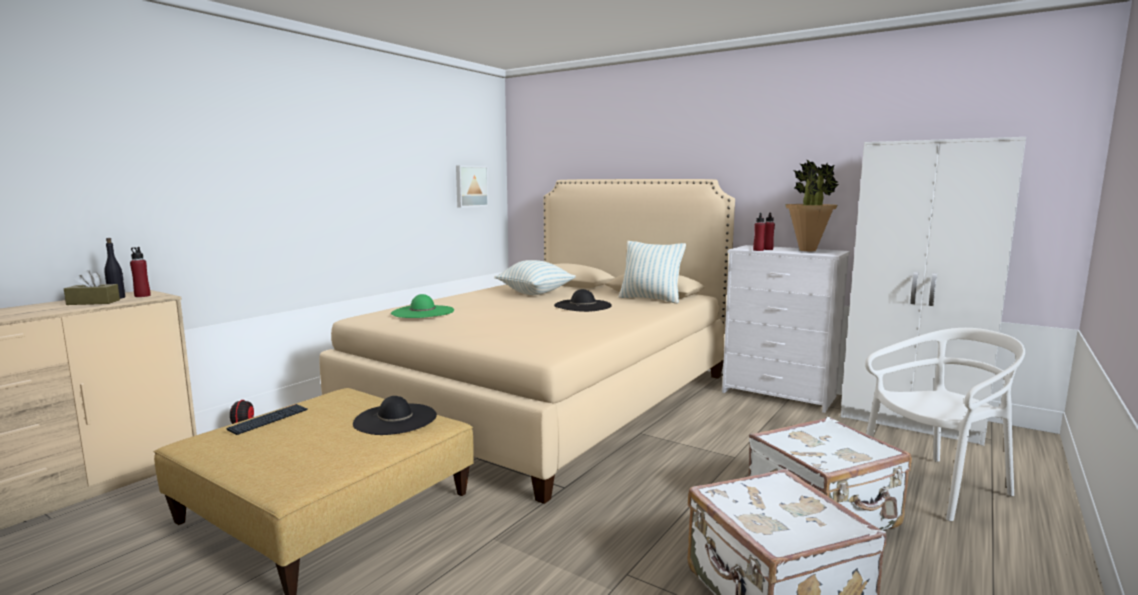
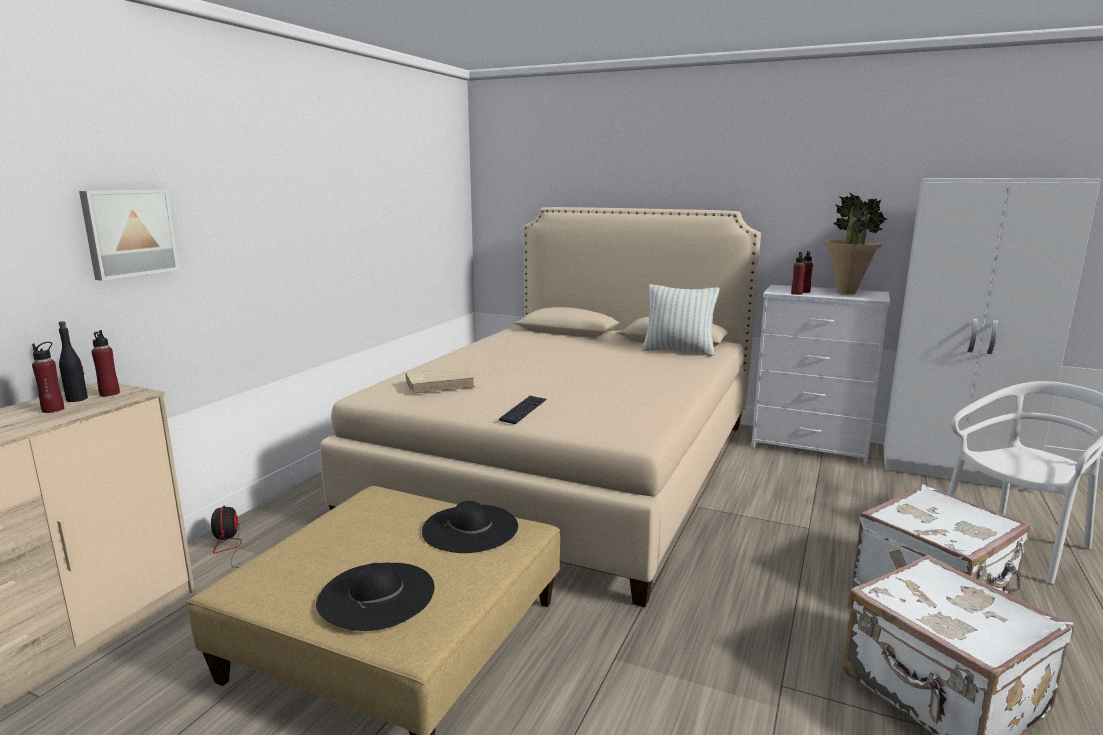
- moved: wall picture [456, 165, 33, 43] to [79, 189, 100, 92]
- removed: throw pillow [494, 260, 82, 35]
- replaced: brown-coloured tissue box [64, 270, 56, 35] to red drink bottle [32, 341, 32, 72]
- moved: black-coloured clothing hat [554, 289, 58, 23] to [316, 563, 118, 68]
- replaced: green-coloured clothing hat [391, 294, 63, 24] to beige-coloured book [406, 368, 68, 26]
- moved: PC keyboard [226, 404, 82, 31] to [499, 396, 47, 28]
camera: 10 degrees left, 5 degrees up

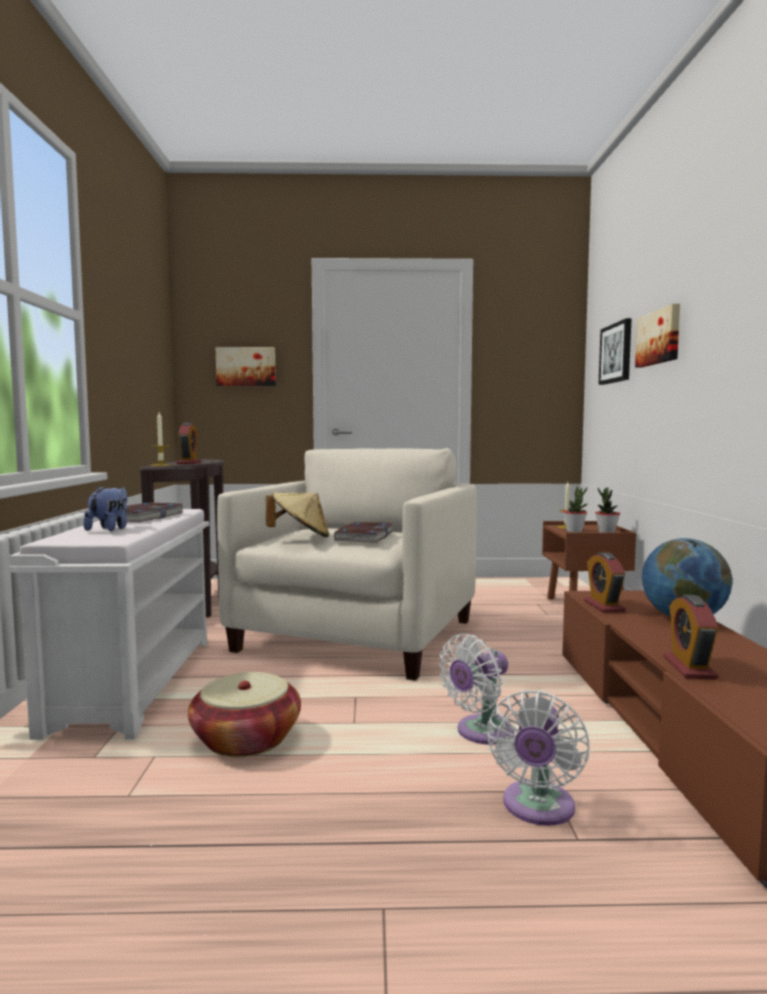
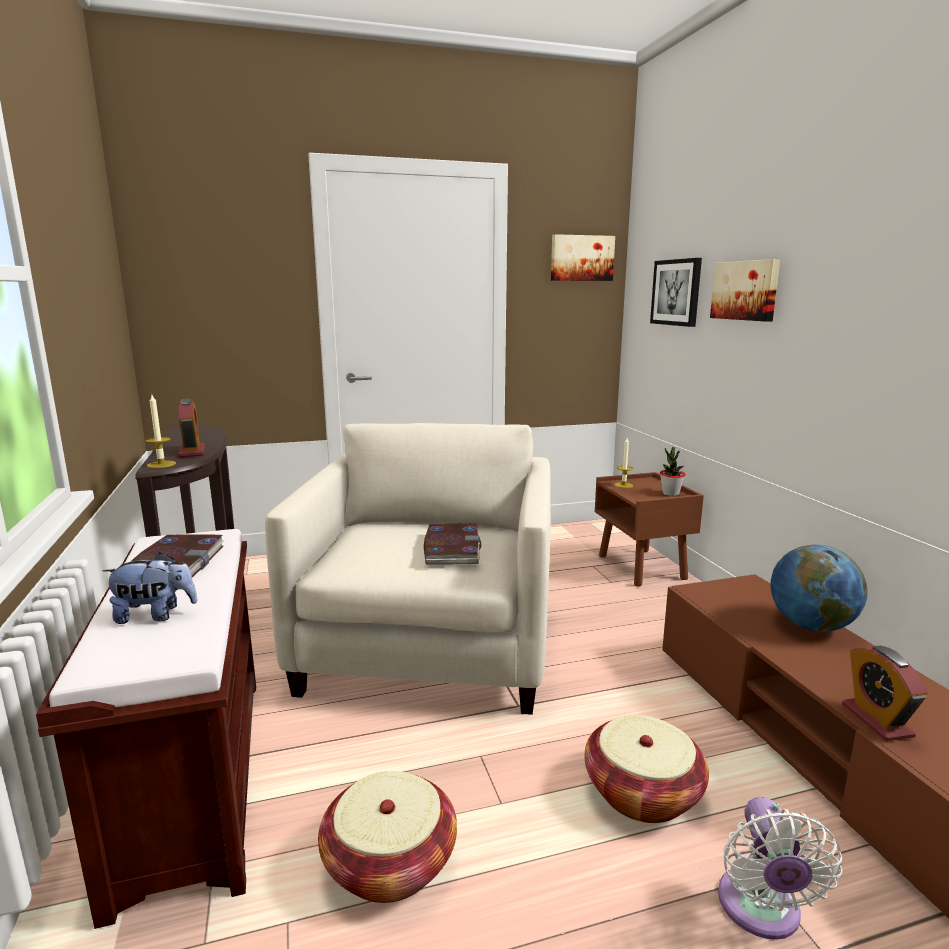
- moved: wall picture [216, 347, 60, 39] to [551, 234, 64, 47]
- turned: plush toy [83, 486, 45, 45] = [102, 553, 96, 71] 90 degrees clockwise
- removed: houseplant [563, 487, 25, 45]
- removed: beige-coloured clothing hat [266, 492, 63, 45]
- recoloured: white-coloured long seat [9, 509, 200, 231] to brown-coloured long seat [36, 529, 220, 400]
- removed: alarm clock [584, 552, 41, 61]
- replaced: white-coloured cooling fan [438, 634, 76, 111] to household basket [584, 715, 125, 108]
camera: 15 degrees left, 10 degrees up

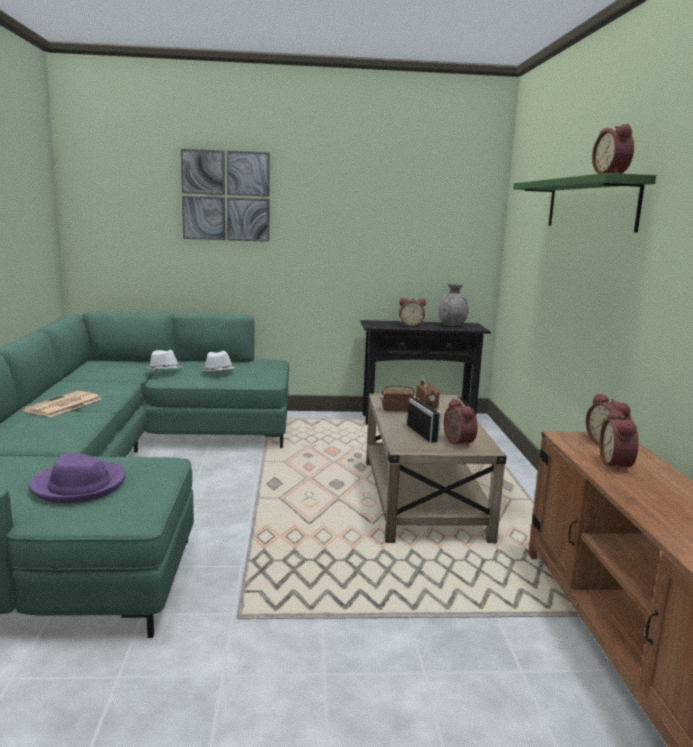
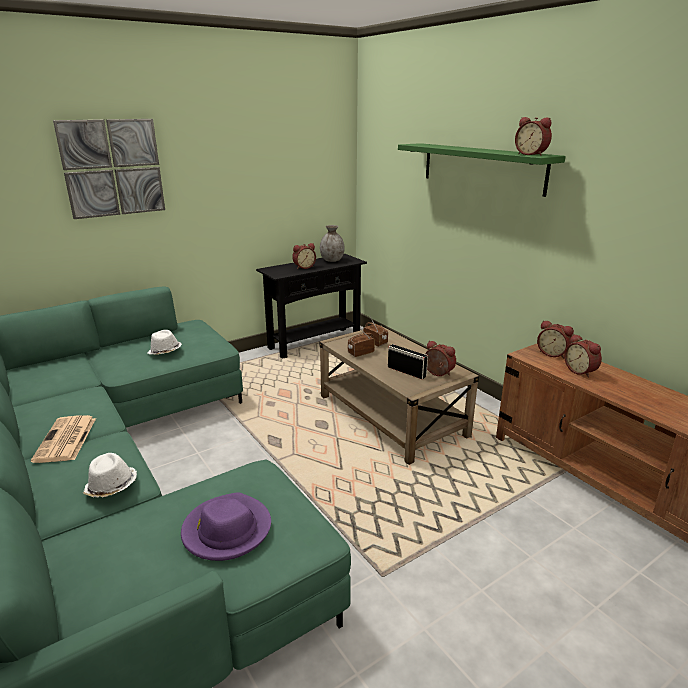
- moved: white-coloured clothing hat [146, 350, 35, 19] to [83, 453, 54, 44]
camera: 30 degrees left, 10 degrees up

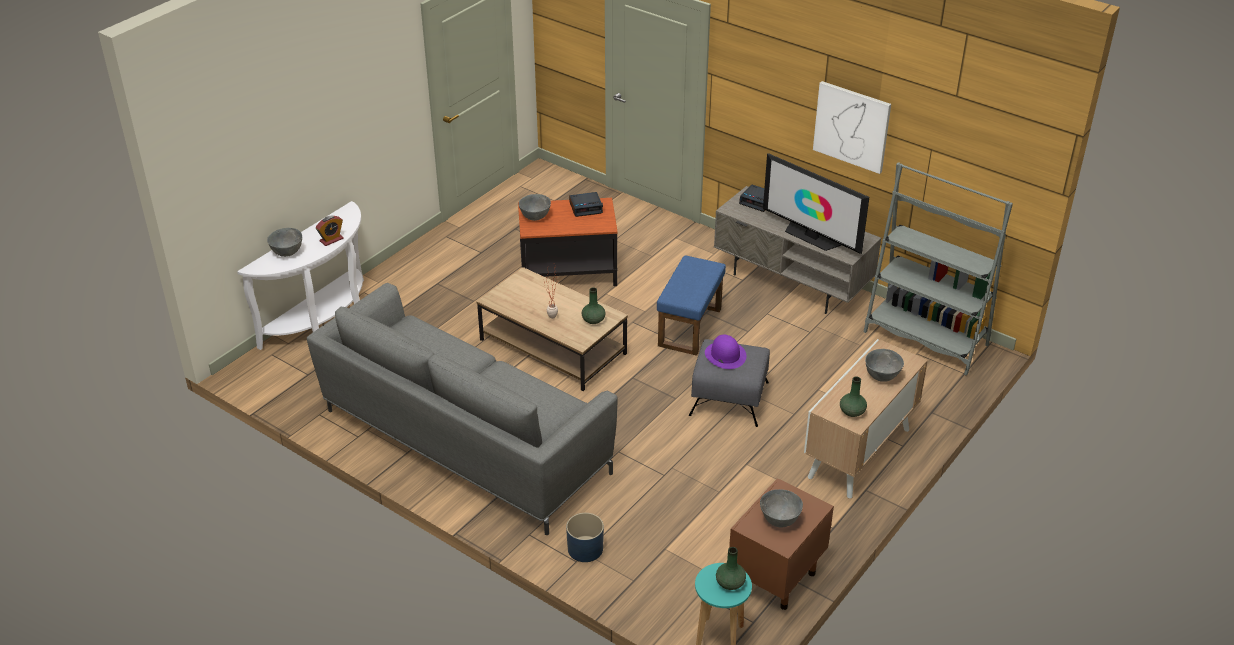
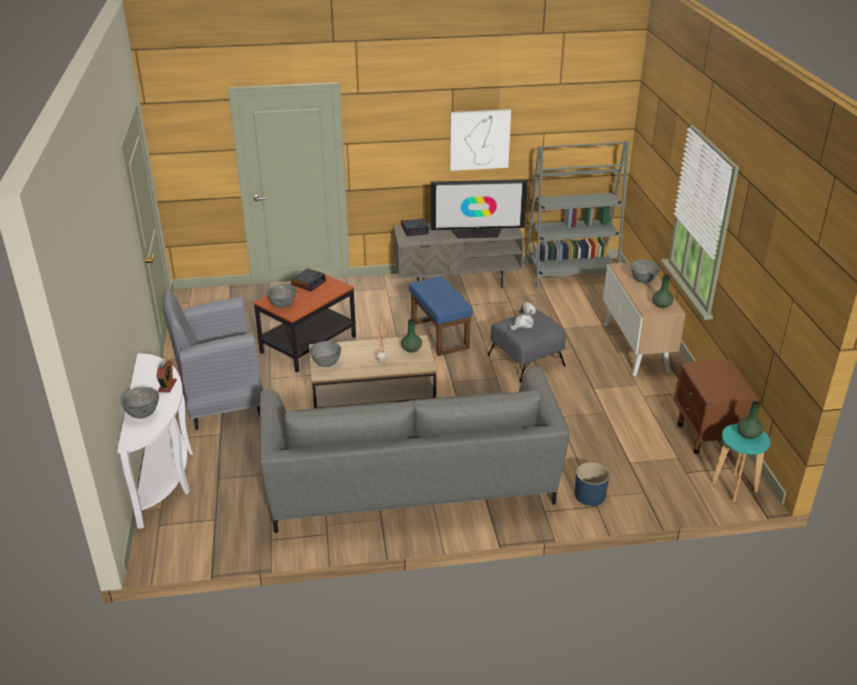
- replaced: purple-coloured clothing hat [705, 335, 41, 34] to plush toy [510, 302, 26, 28]
- moved: gray serving bowl [760, 489, 43, 39] to [310, 341, 31, 26]
- added: gray easy chair [163, 291, 100, 139]
camera: 45 degrees left, 5 degrees down

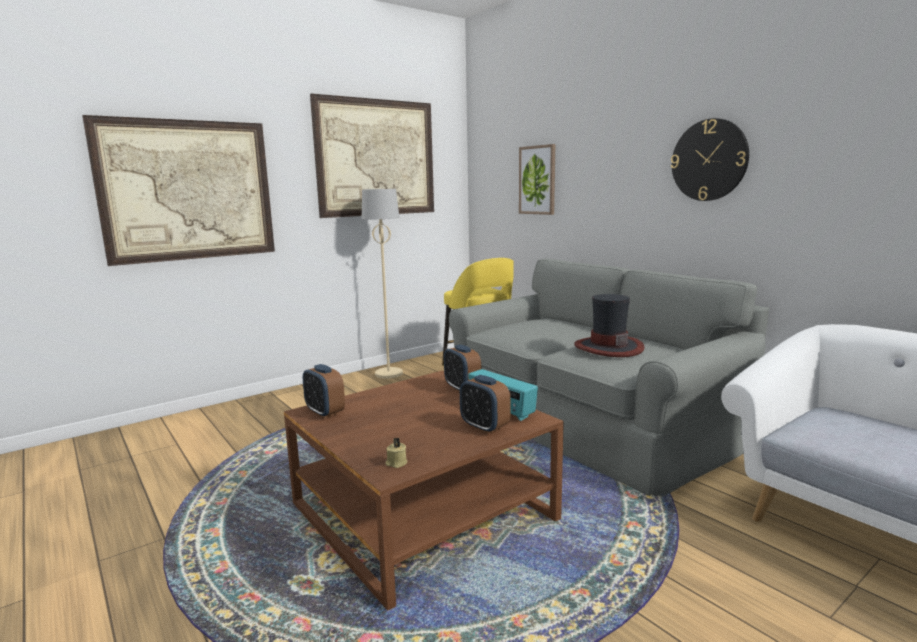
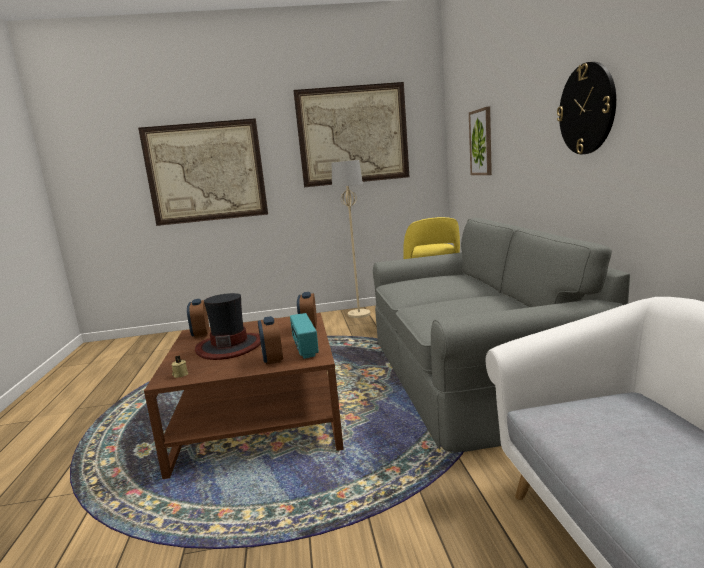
- moved: clothing hat [574, 294, 71, 63] to [195, 293, 66, 67]
camera: 30 degrees right, 0 degrees up

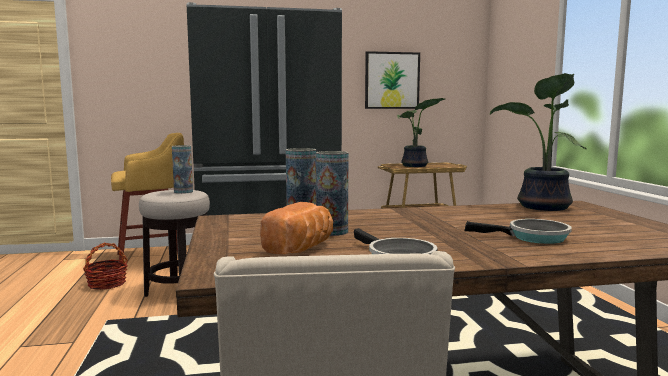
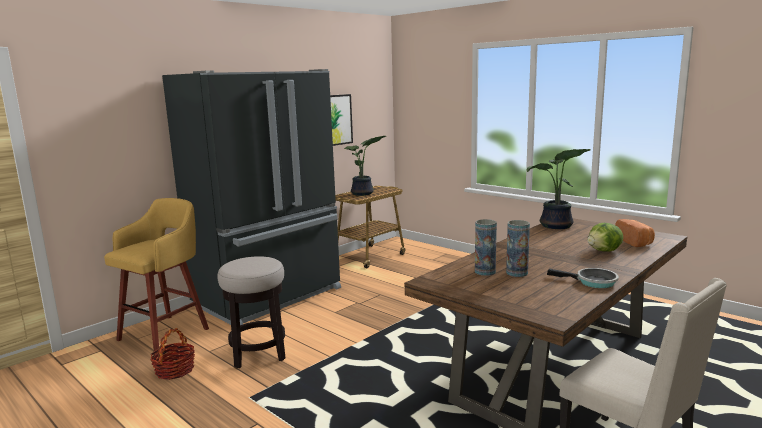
- removed: flower vase [172, 145, 21, 49]
- moved: bread [260, 202, 73, 52] to [615, 219, 40, 28]
- replaced: frying pan [464, 219, 108, 25] to head of lettuce [587, 223, 36, 29]
camera: 35 degrees left, 5 degrees up

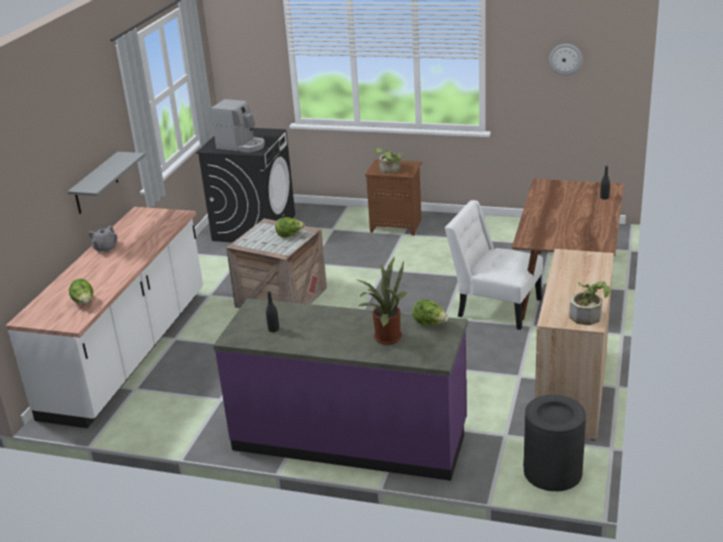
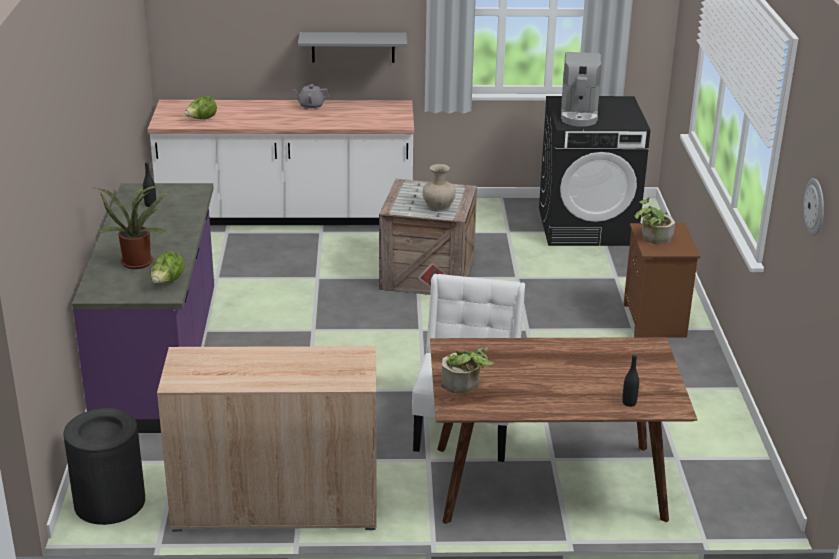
- replaced: head of lettuce [275, 217, 30, 21] to beige-coloured flower vase [423, 164, 33, 48]
- moved: houseplant [570, 281, 41, 44] to [441, 347, 53, 47]
camera: 70 degrees right, 0 degrees up

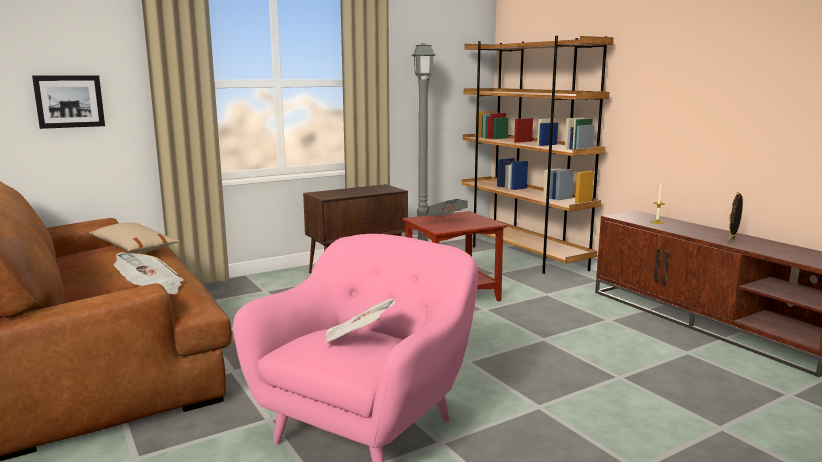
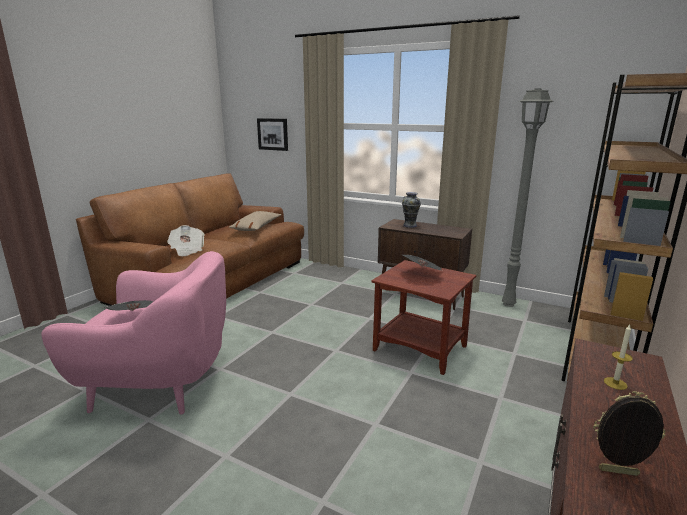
- added: flower vase [402, 192, 19, 36]
camera: 60 degrees right, 5 degrees up

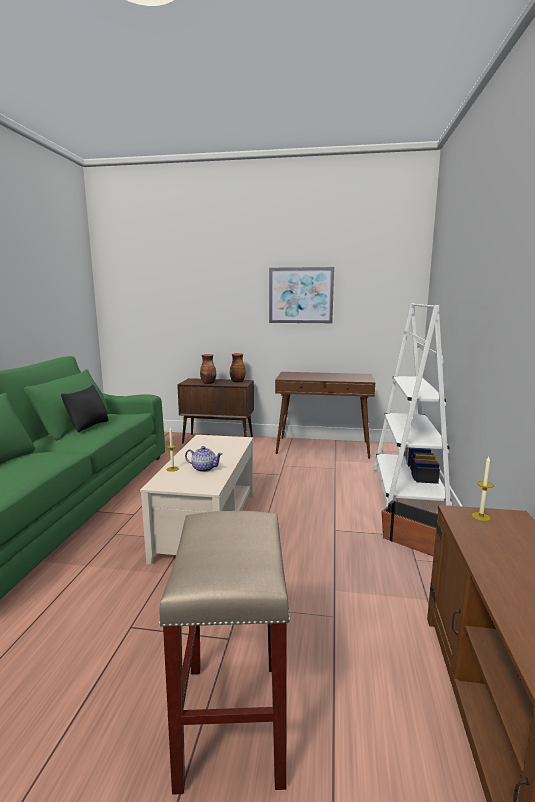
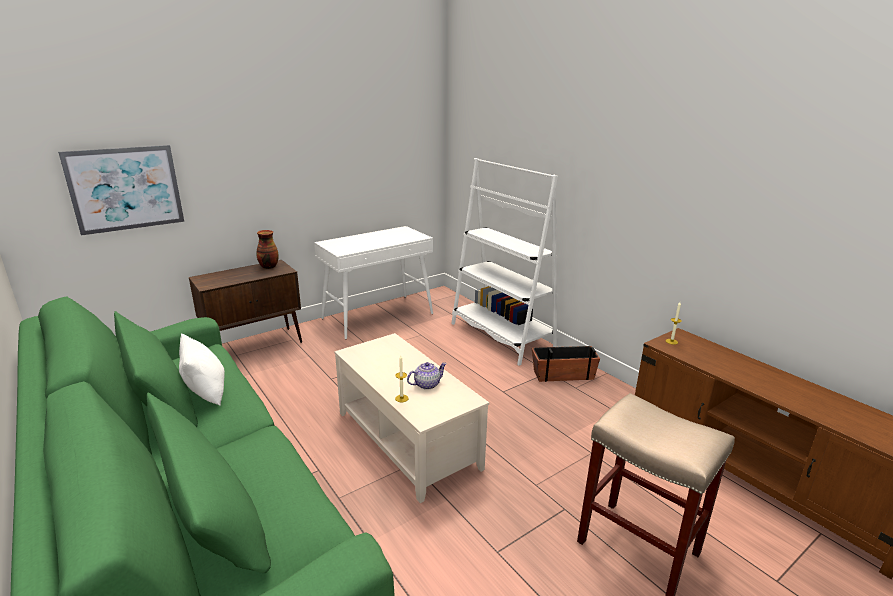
- moved: wall picture [269, 267, 65, 56] to [58, 145, 126, 91]
- removed: flower vase [200, 354, 16, 30]
- recoloured: brown-coloured console table [275, 372, 100, 87] to white-coloured console table [314, 226, 119, 113]
- recoloured: black-coloured throw pillow [61, 385, 48, 47] to white-coloured throw pillow [179, 333, 46, 73]
camera: 45 degrees left, 10 degrees up

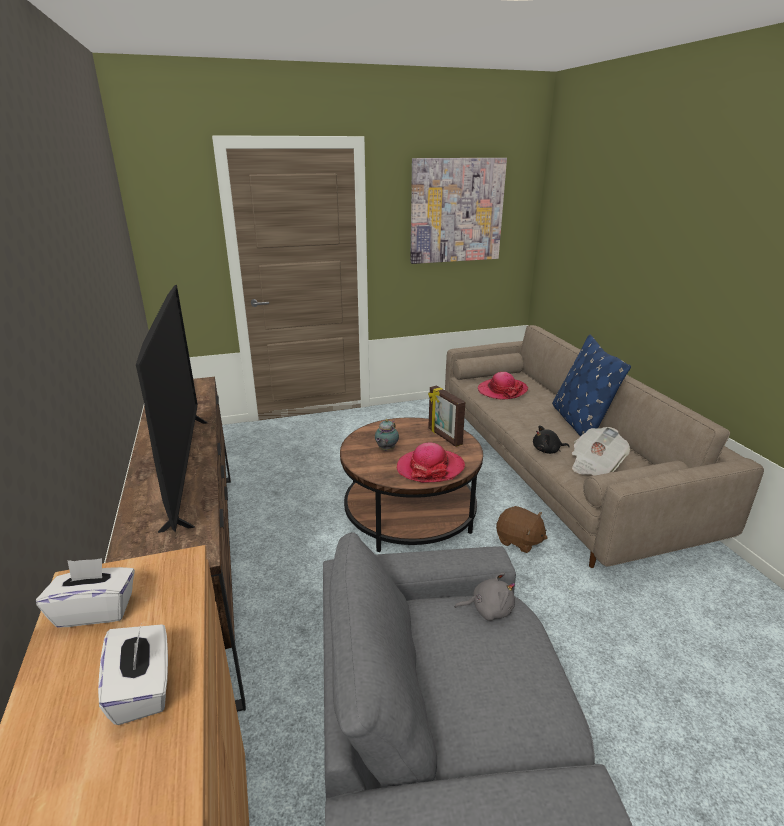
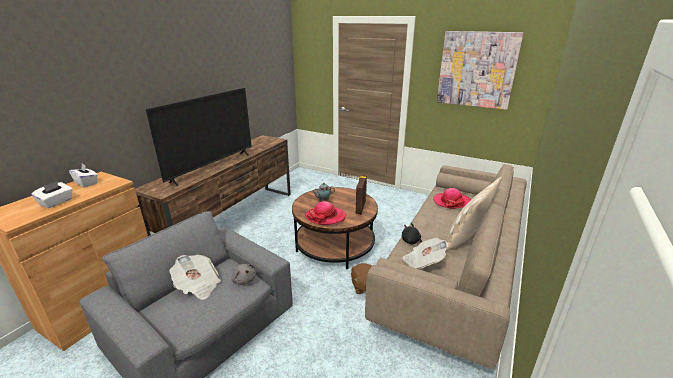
- recoloured: blue throw pillow [552, 335, 79, 101] to beige-coloured throw pillow [446, 177, 56, 74]
- added: newspaper [169, 255, 52, 45]
camera: 45 degrees right, 0 degrees up

